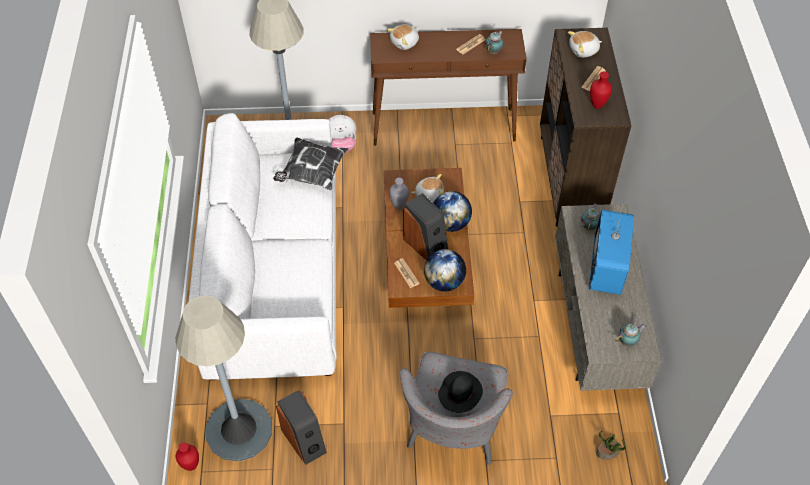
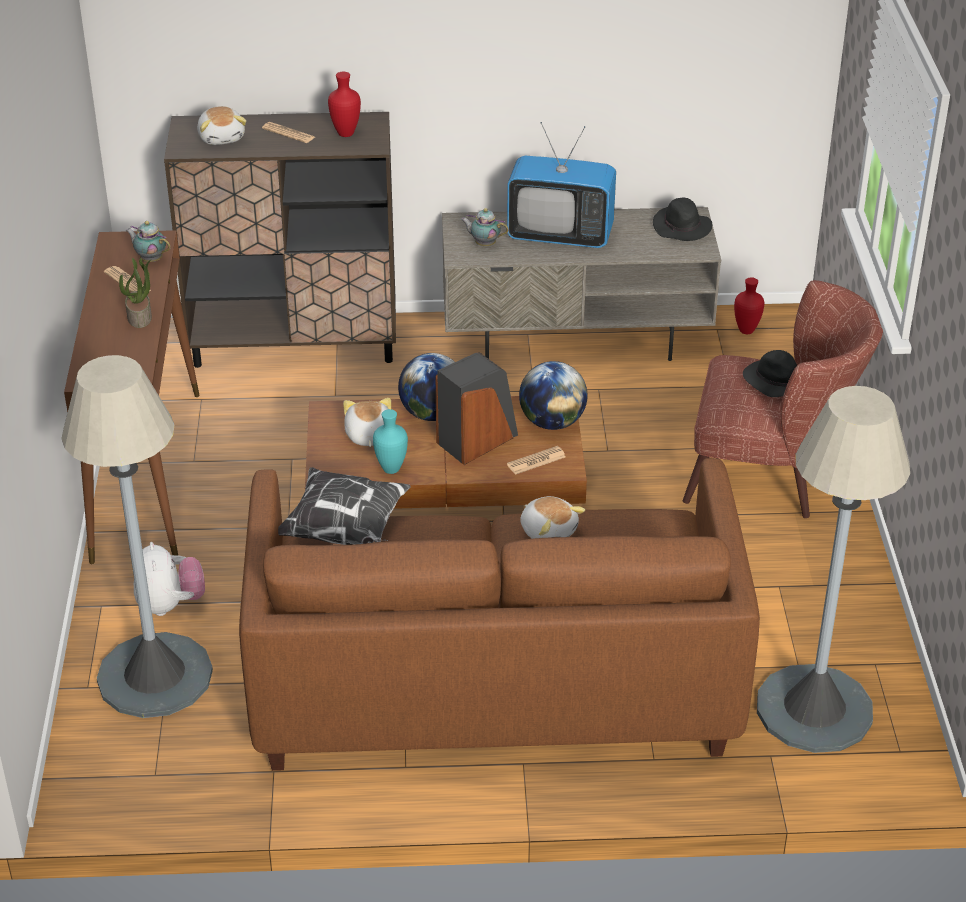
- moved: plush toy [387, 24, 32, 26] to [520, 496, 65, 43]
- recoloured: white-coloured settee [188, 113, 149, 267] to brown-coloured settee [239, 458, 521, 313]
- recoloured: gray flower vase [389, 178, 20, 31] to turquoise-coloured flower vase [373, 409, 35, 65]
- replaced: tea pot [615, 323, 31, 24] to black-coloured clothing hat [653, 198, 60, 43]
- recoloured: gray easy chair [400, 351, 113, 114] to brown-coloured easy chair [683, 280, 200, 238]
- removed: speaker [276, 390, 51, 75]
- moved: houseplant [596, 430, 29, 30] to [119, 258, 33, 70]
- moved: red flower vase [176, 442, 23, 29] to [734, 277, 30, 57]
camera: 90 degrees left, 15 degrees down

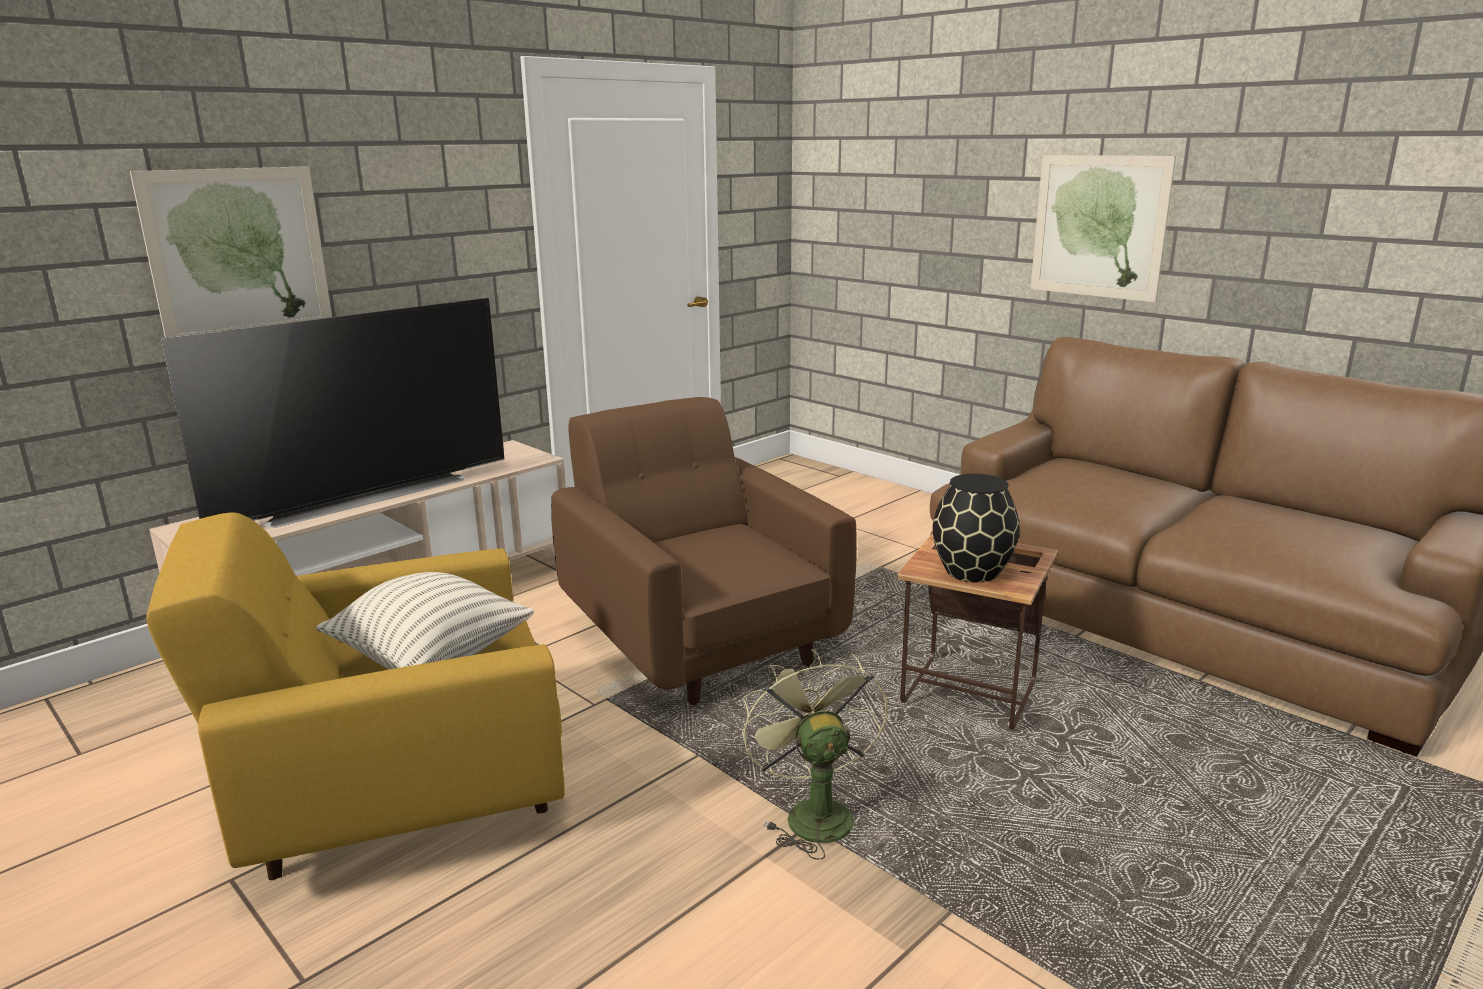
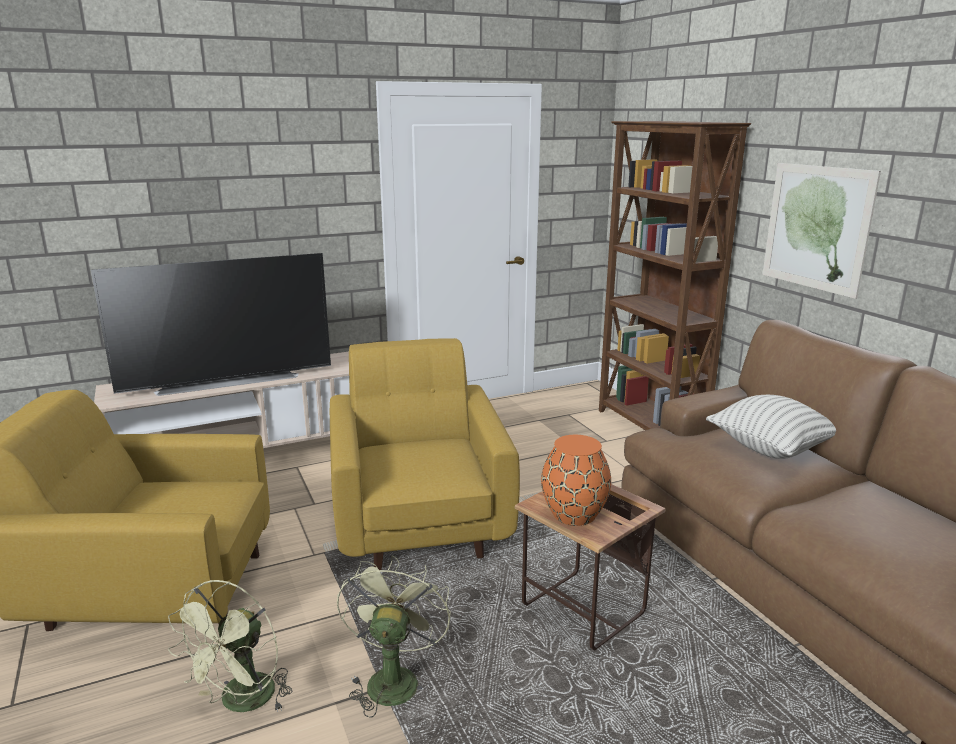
- removed: wall picture [130, 166, 202, 172]
- recoloured: brown-coloured easy chair [551, 397, 306, 308] to yellowish easy chair [330, 338, 190, 232]
- recoloured: black-coloured flower vase [933, 474, 87, 109] to orange flower vase [541, 435, 70, 91]
- moved: throw pillow [316, 572, 218, 98] to [706, 395, 130, 64]
- added: brown-coloured bookshelf [599, 121, 152, 309]
- added: green-coloured cooling fan [168, 580, 125, 132]
camera: 20 degrees right, 0 degrees up

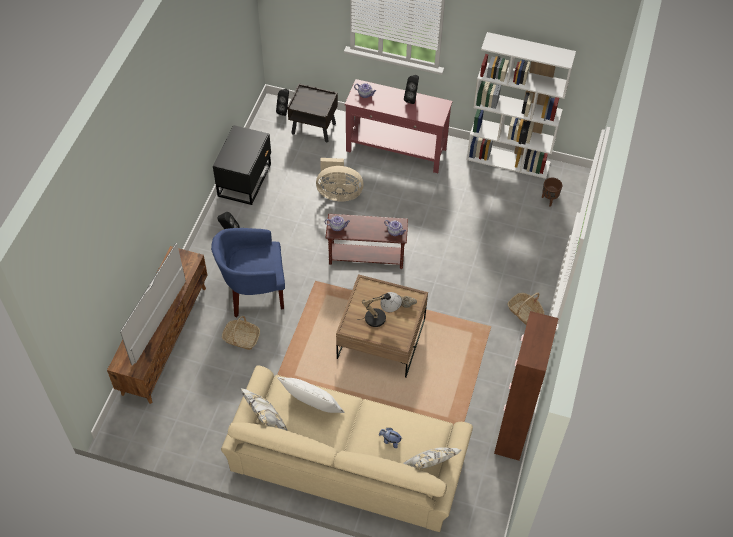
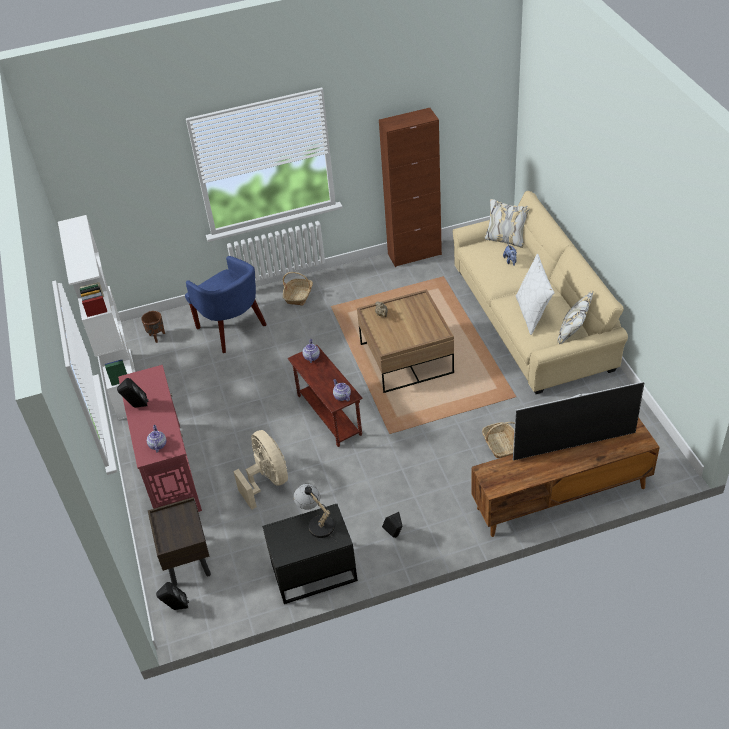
- moved: blue easy chair [211, 228, 74, 90] to [185, 256, 81, 97]
- moved: table lamp [357, 292, 45, 35] to [293, 484, 43, 57]
camera: 120 degrees left, 10 degrees down

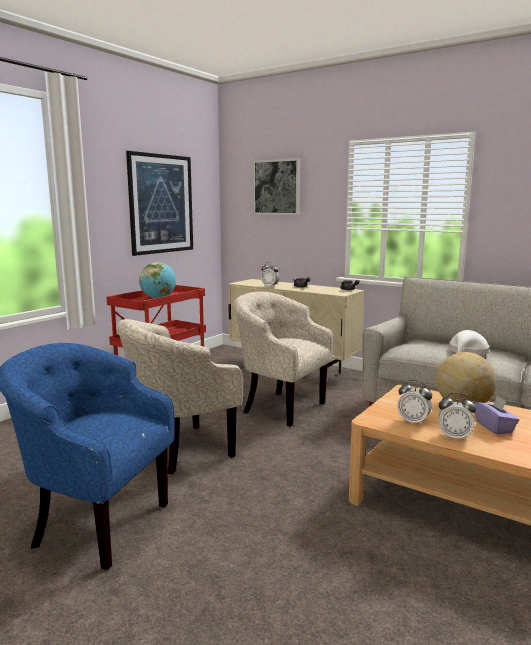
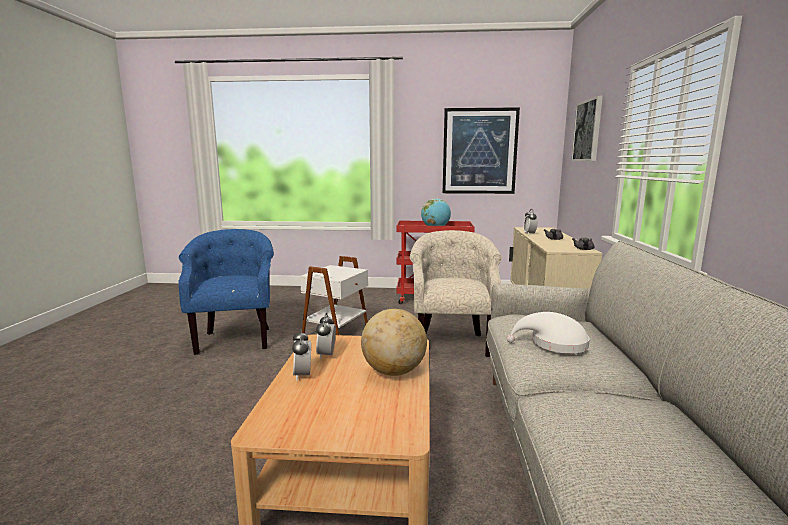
- replaced: beige-coloured easy chair [116, 319, 127, 155] to white-coloured side table [300, 256, 68, 79]
- removed: purple-coloured tissue box [475, 396, 44, 38]
camera: 60 degrees right, 0 degrees up

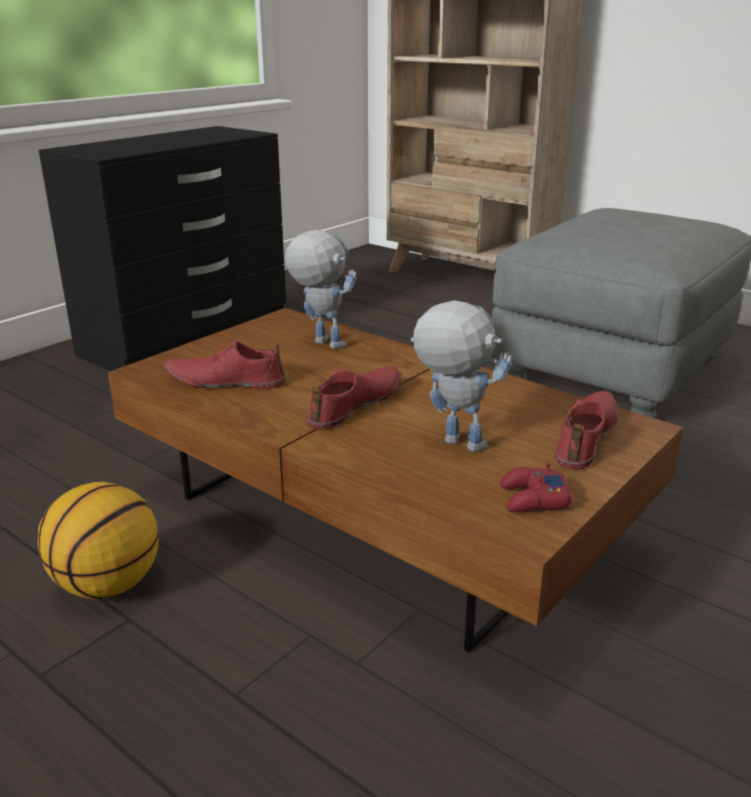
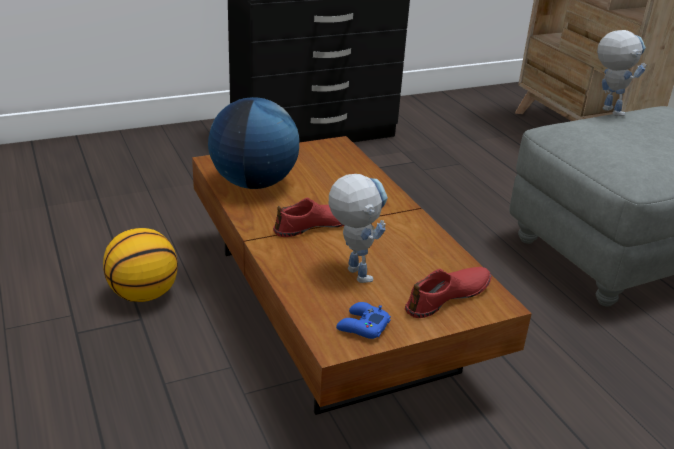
- moved: toy robot [285, 230, 72, 119] to [597, 30, 49, 86]
- replaced: red shoe [164, 341, 121, 48] to world globe [208, 97, 91, 92]
- recoloured: red game controller [500, 463, 73, 49] to blue game controller [336, 302, 55, 37]
camera: 25 degrees right, 5 degrees up

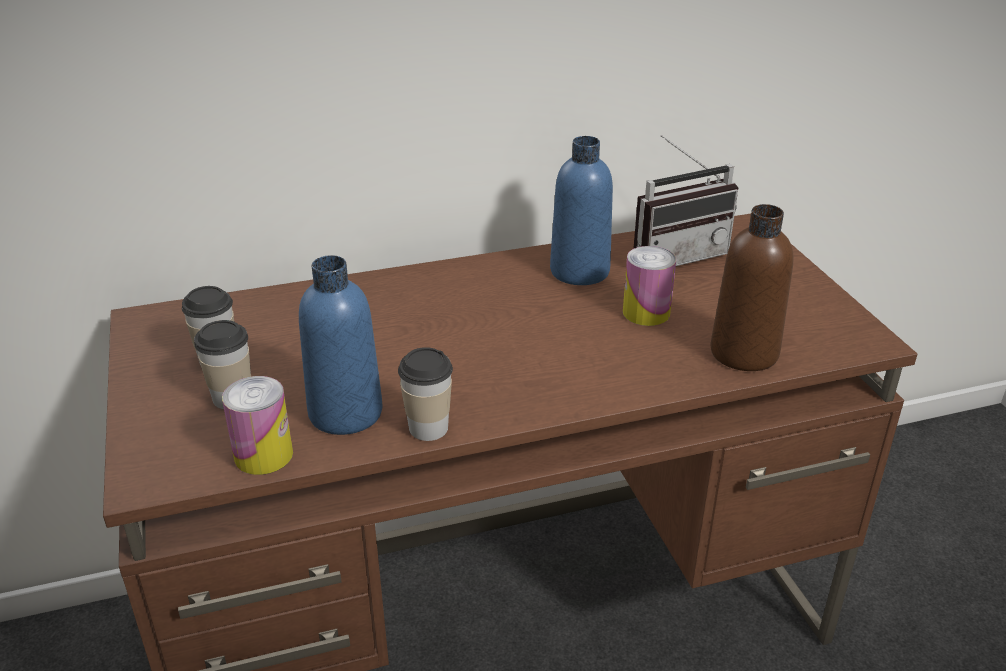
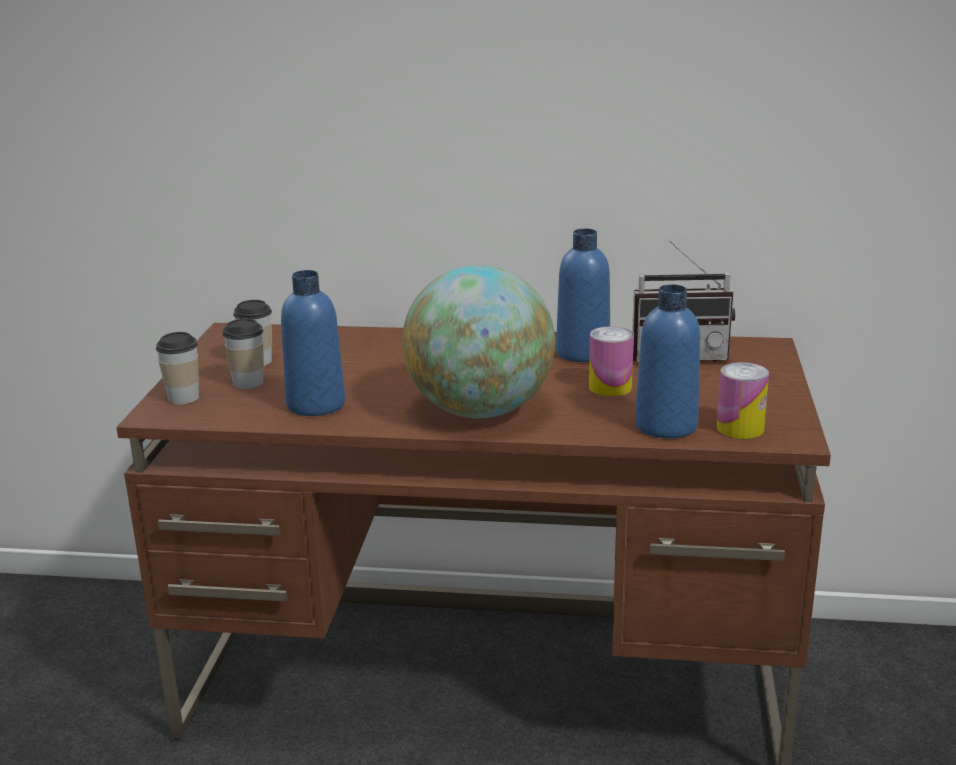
- recoloured: brown-coloured drink bottle [710, 204, 84, 167] to blue drink bottle [635, 284, 65, 154]
- moved: drinking cup [398, 347, 55, 94] to [156, 332, 43, 72]
- moved: sealed can [222, 376, 71, 99] to [717, 362, 52, 77]
- added: world globe [402, 265, 153, 153]
camera: 25 degrees right, 10 degrees down

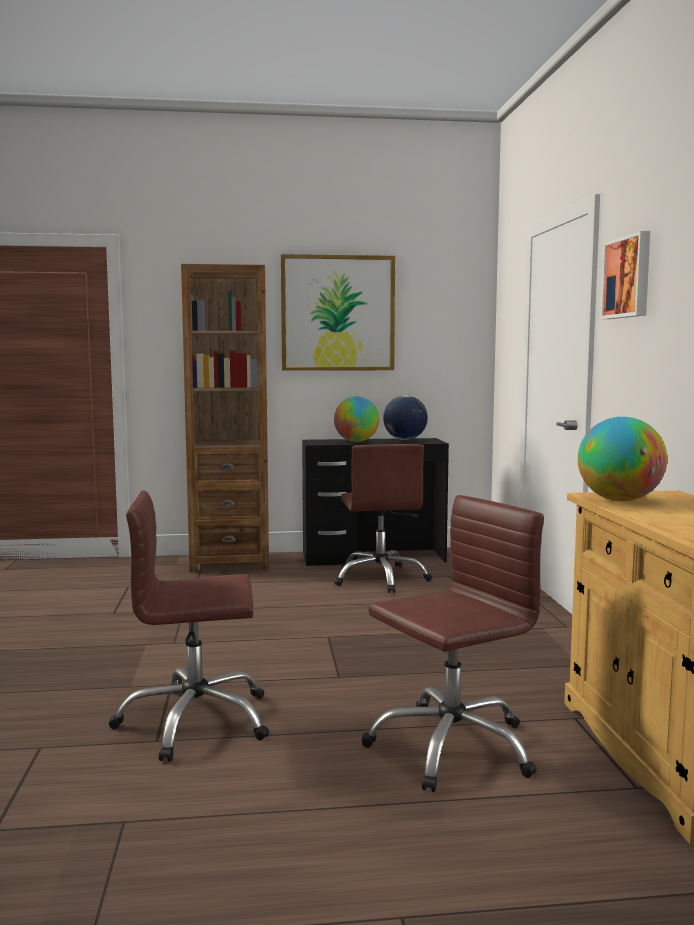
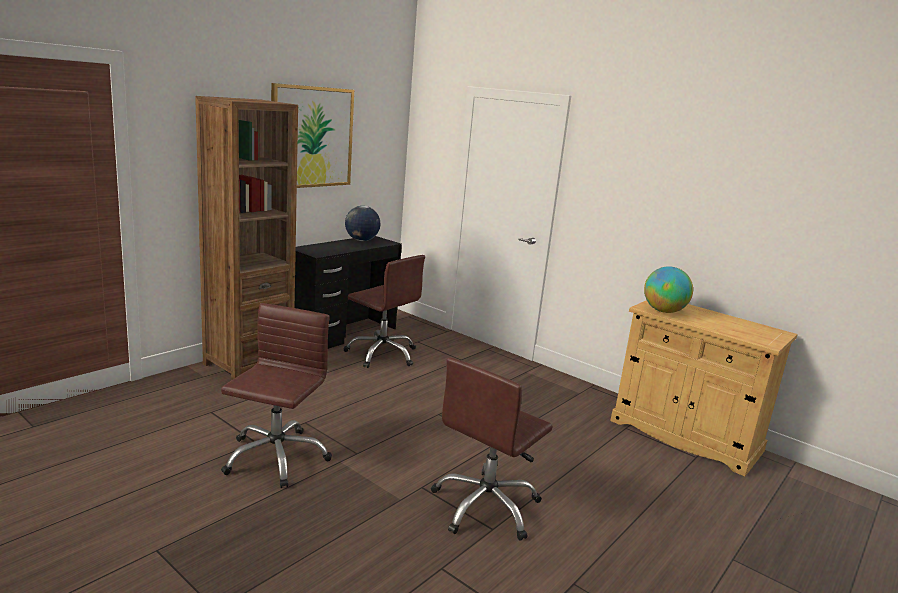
- removed: wall picture [601, 231, 49, 88]
- removed: world globe [334, 396, 45, 46]
- moved: brown-coloured desk chair [362, 495, 182, 297] to [221, 303, 111, 185]
camera: 45 degrees left, 10 degrees up

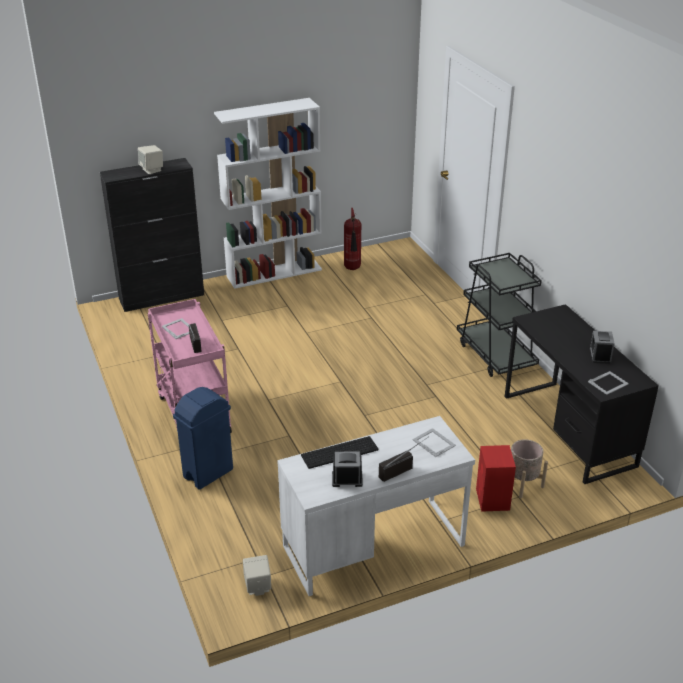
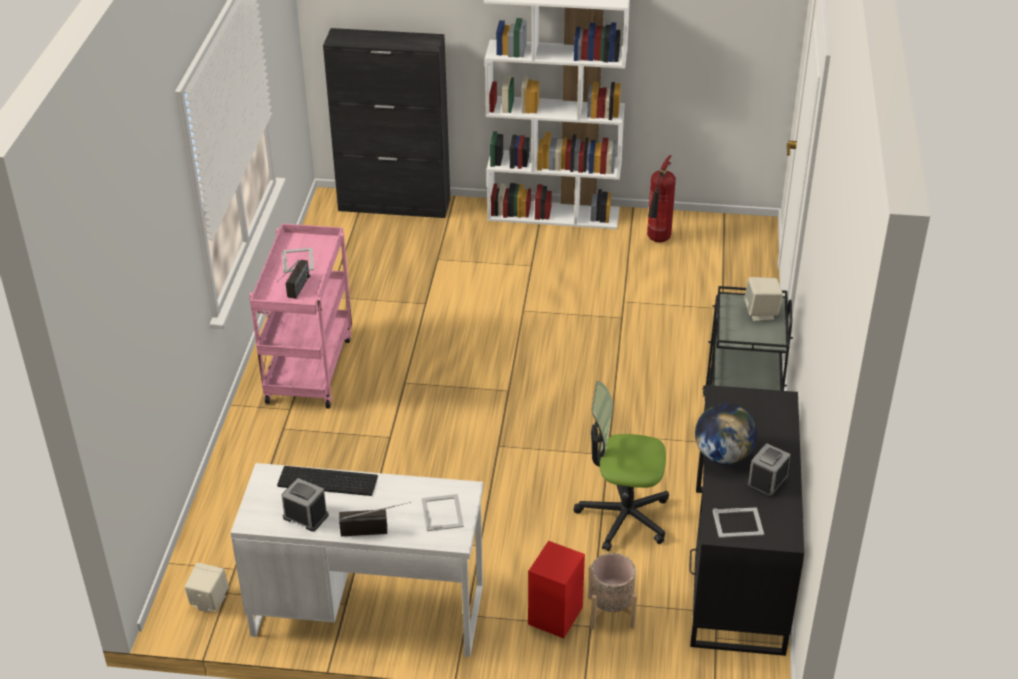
- moved: beige-coloured speaker [138, 145, 25, 29] to [744, 277, 39, 44]
- removed: blue rubbish bin [173, 387, 60, 103]
- added: desk chair [574, 381, 95, 170]
- added: world globe [695, 403, 62, 62]
camera: 30 degrees right, 5 degrees up

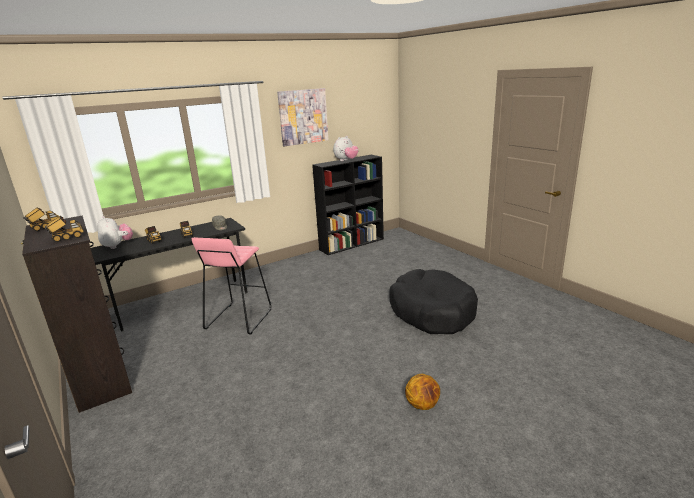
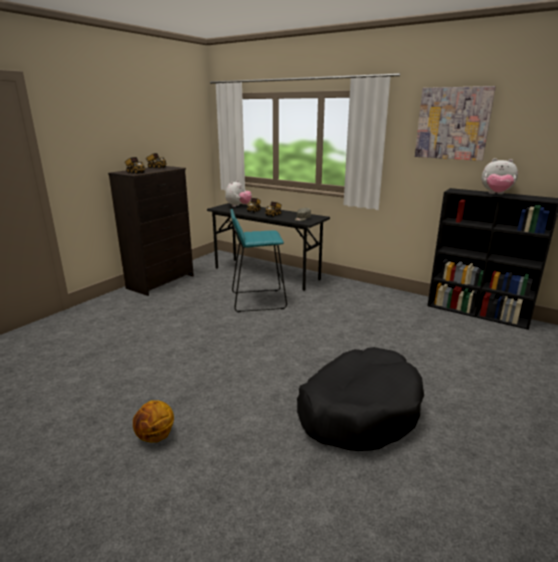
- recoloured: pink sitting stool [192, 237, 79, 97] to turquoise-coloured sitting stool [230, 209, 57, 103]
camera: 65 degrees right, 0 degrees up

